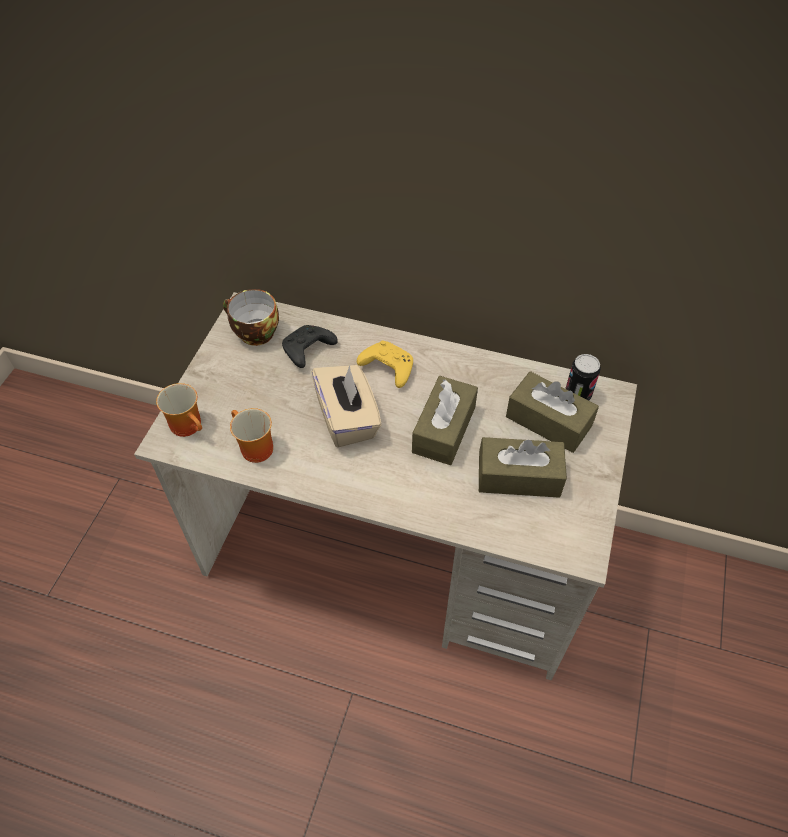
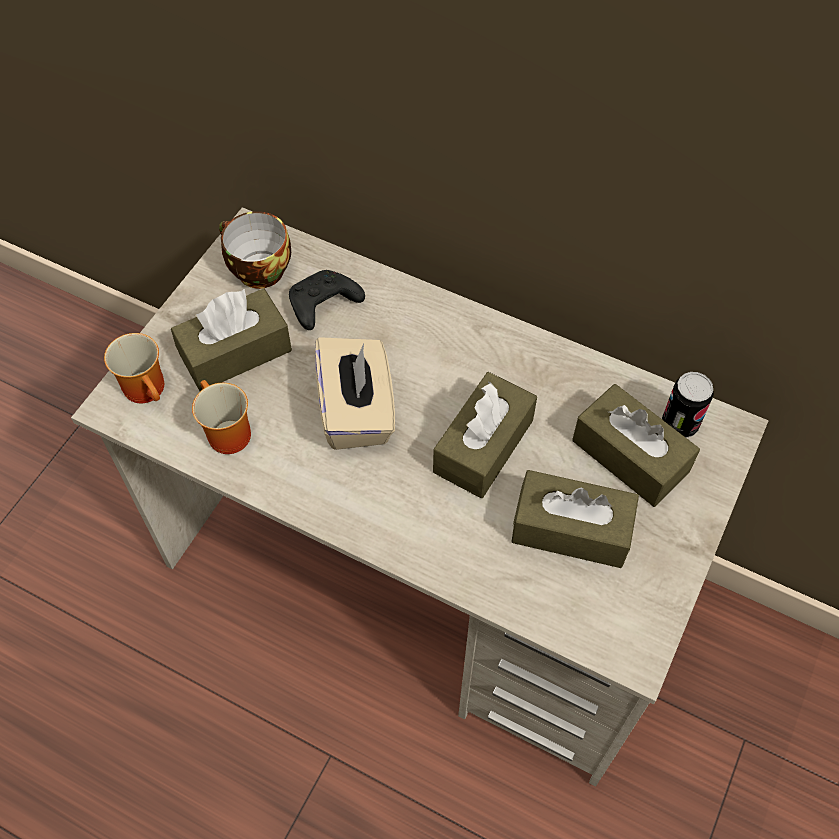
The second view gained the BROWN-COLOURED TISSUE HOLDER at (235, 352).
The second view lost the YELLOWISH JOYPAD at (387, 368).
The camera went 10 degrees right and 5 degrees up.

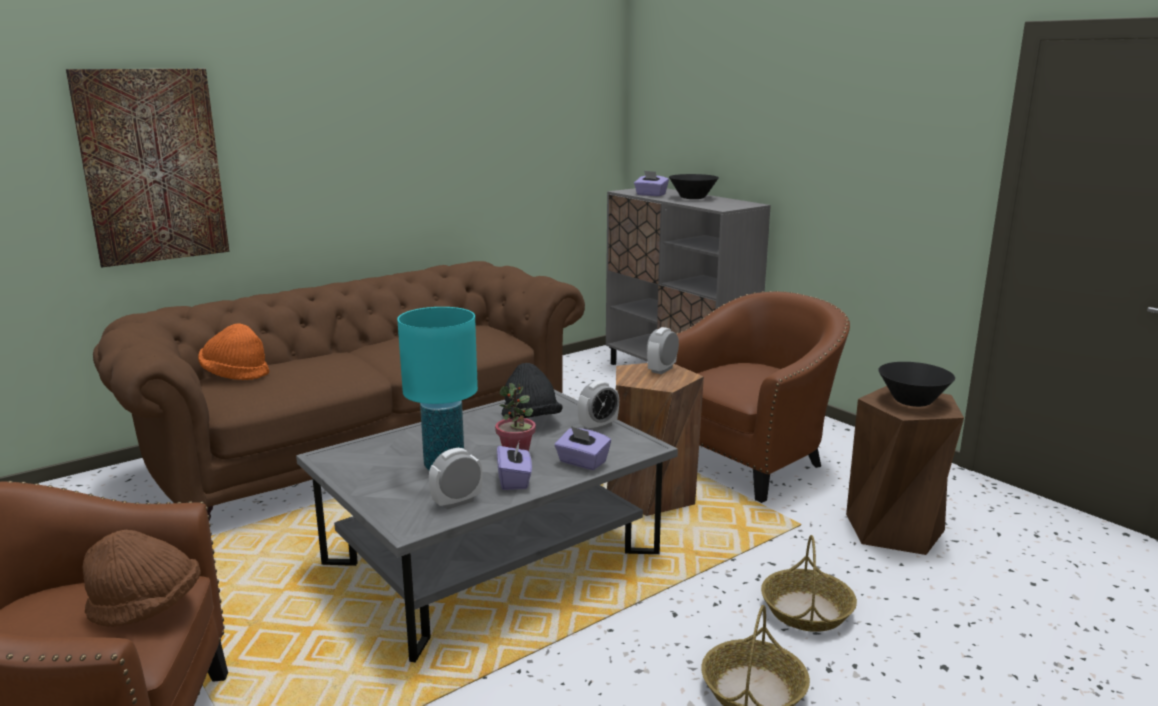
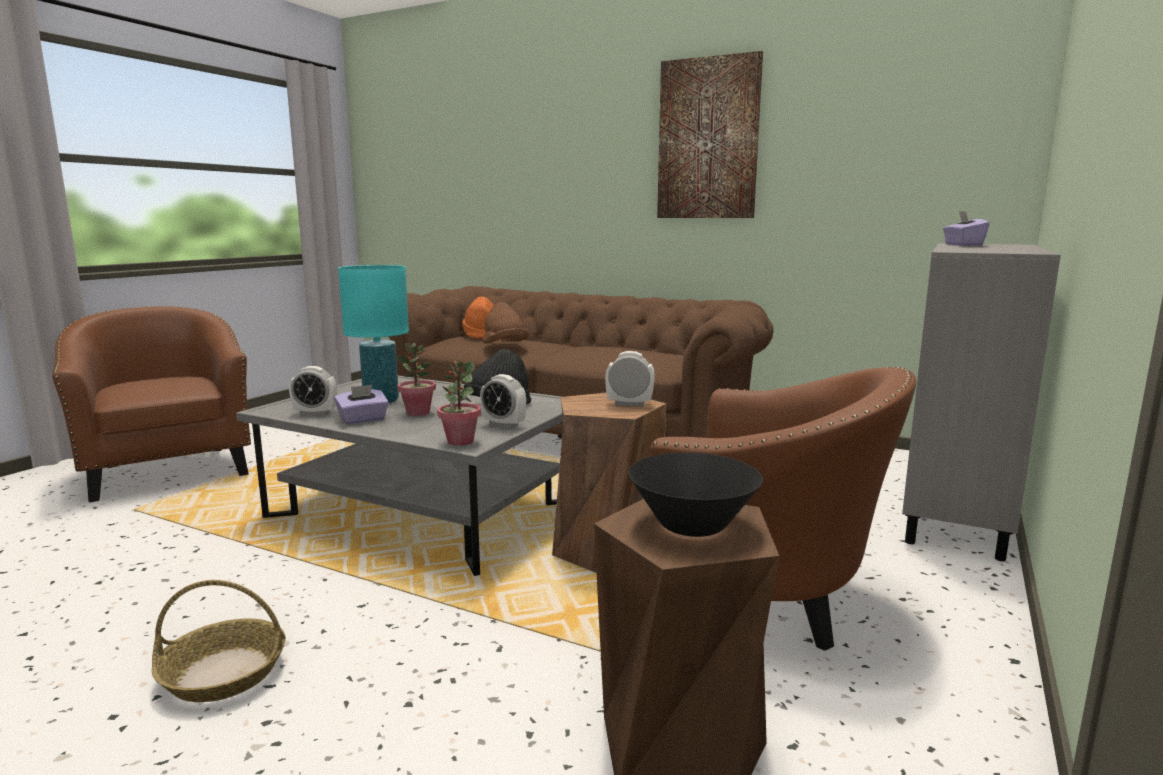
The ALARM CLOCK at (457, 502) ended up facing another way, 150 degrees clockwise from before.
The second view gained the HOUSEPLANT at (460, 441).
The BROWN-COLOURED CLOTHING HAT ended up elsewhere, having gone from (147, 609) to (504, 346).
The WALL PICTURE ended up elsewhere, having gone from (152, 166) to (708, 139).
The second view lost the PURPLE TISSUE HOLDER at (582, 462).
The second view lost the BLACKISH SERVING BOWL at (692, 198).
The second view lost the STORAGE BASKET at (807, 611).
The camera went 65 degrees right and 5 degrees down.

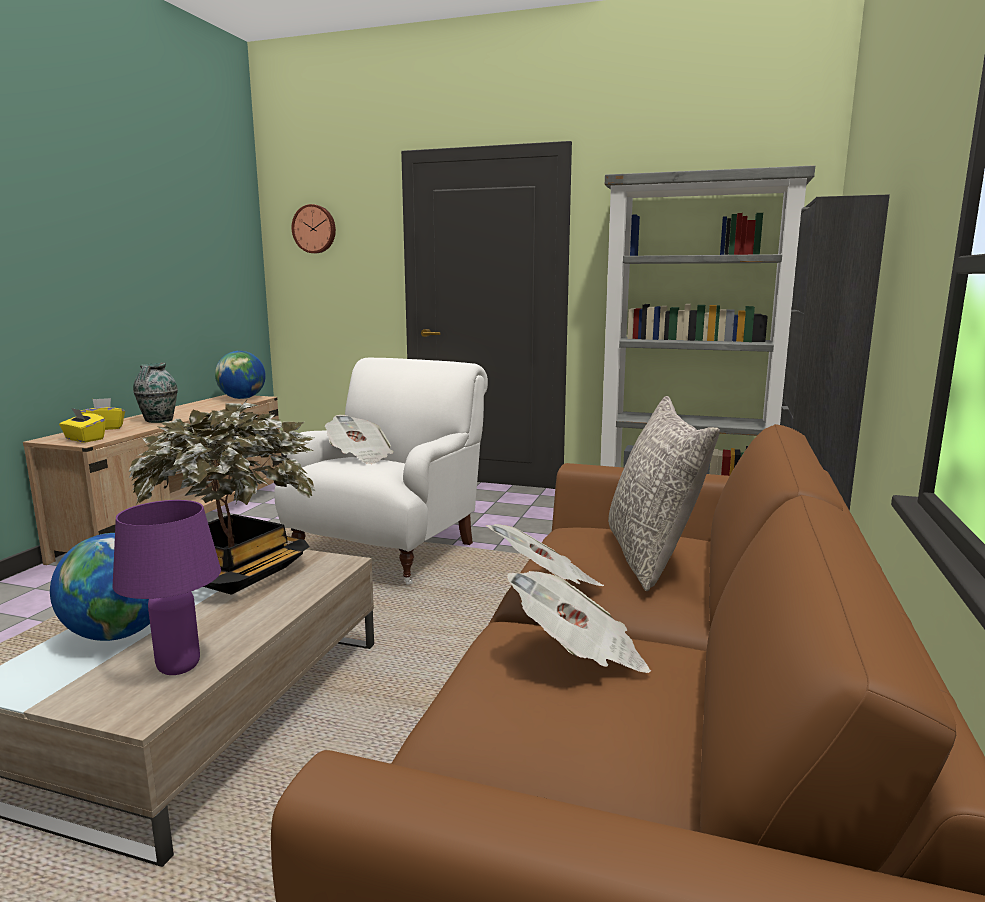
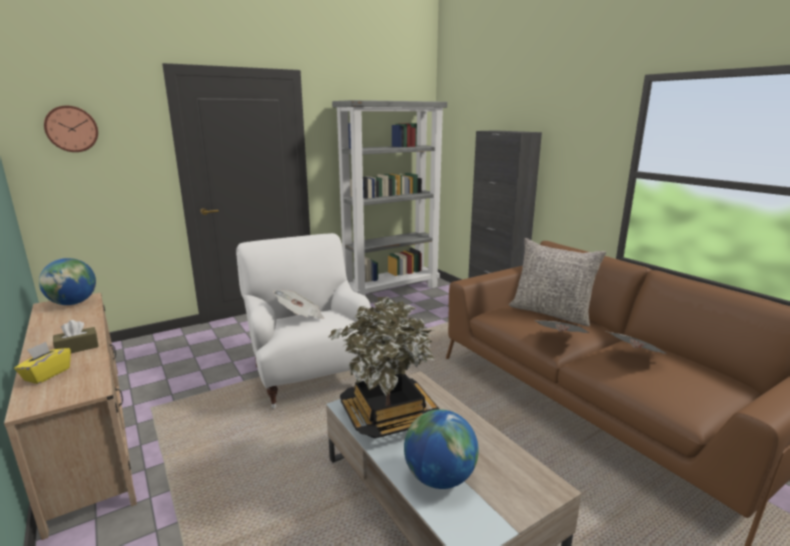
Where the FLOWER VASE stood at (158, 421), the BROWN-COLOURED TISSUE HOLDER came to stand at (77, 348).
The second view lost the YELLOWISH TISSUE HOLDER at (84, 439).
The second view lost the PURPLE LAMP FOR A TABLE at (179, 666).
The camera went 50 degrees left and 5 degrees up.

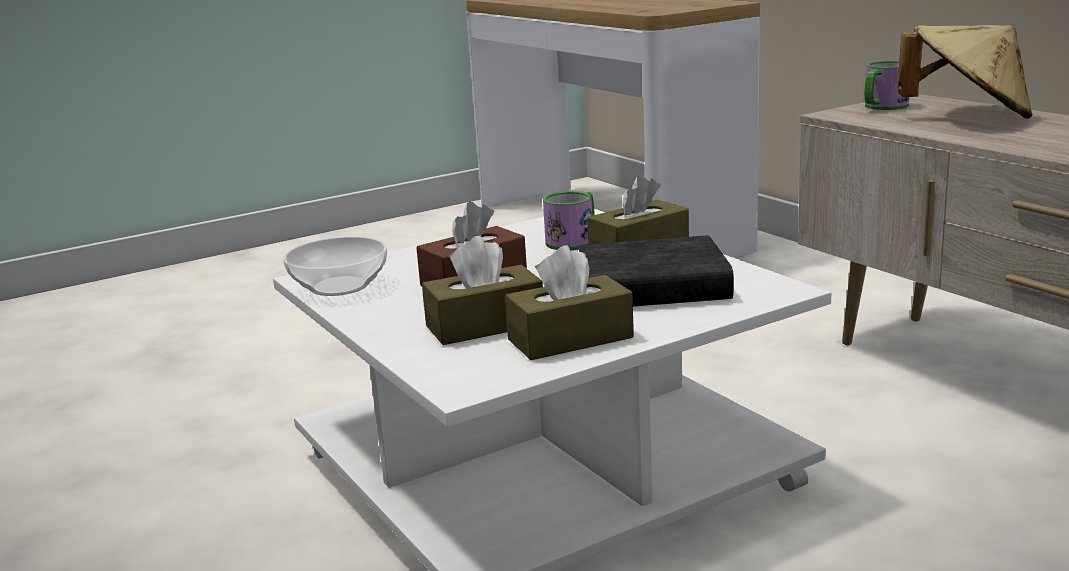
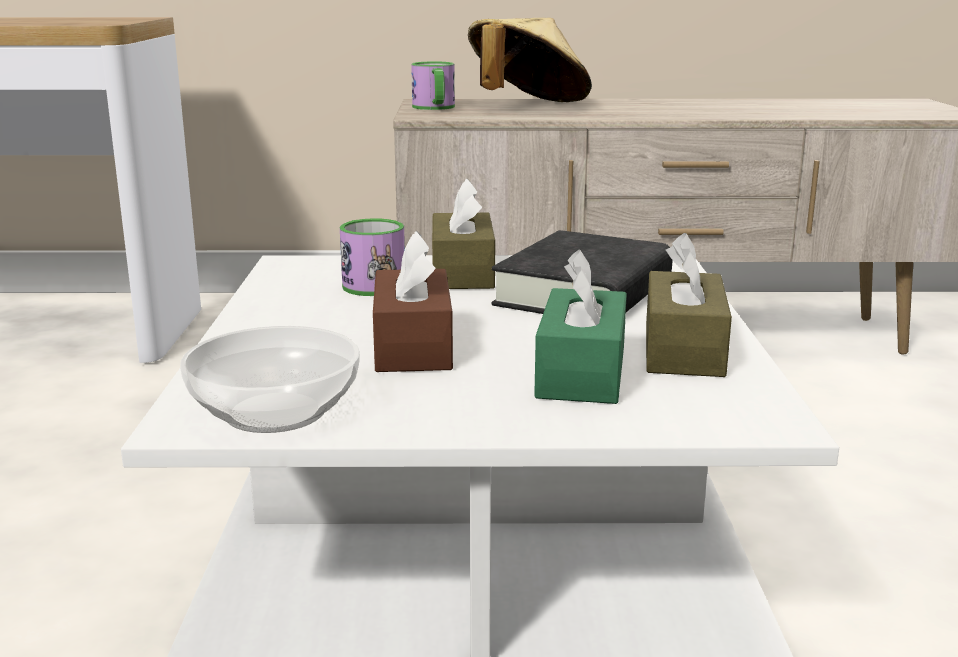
What was the BROWN-COLOURED TISSUE HOLDER at (485, 325) turned into the GREEN TISSUE HOLDER at (581, 372).
The camera went 60 degrees left and 0 degrees up.

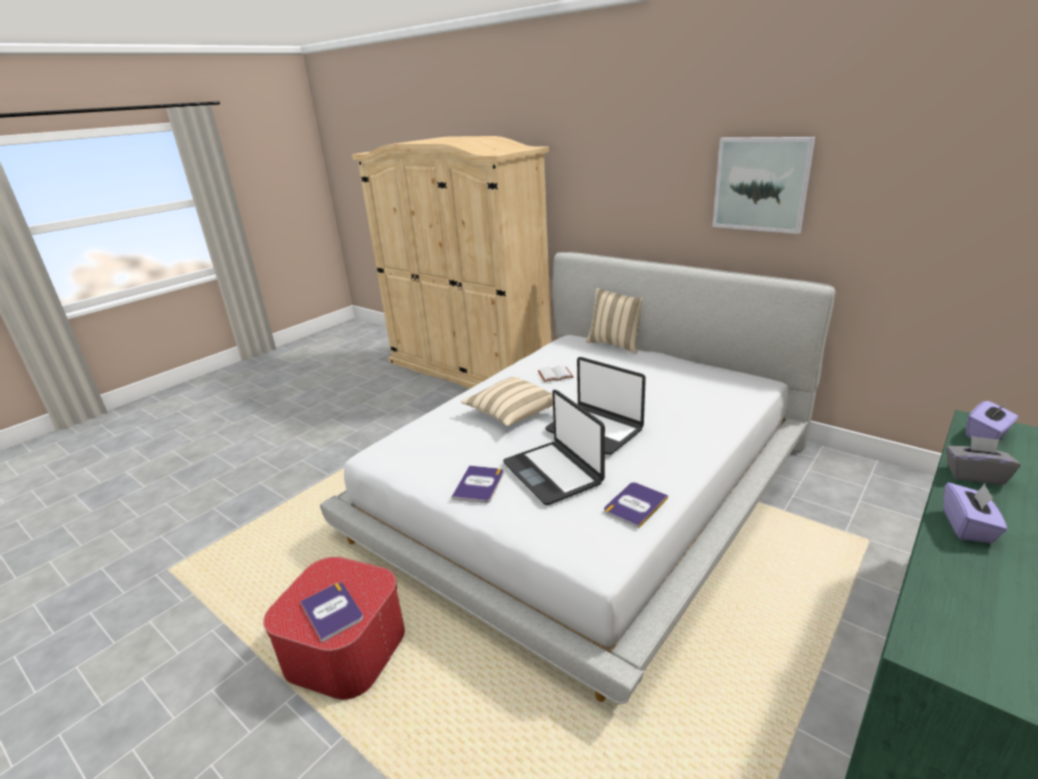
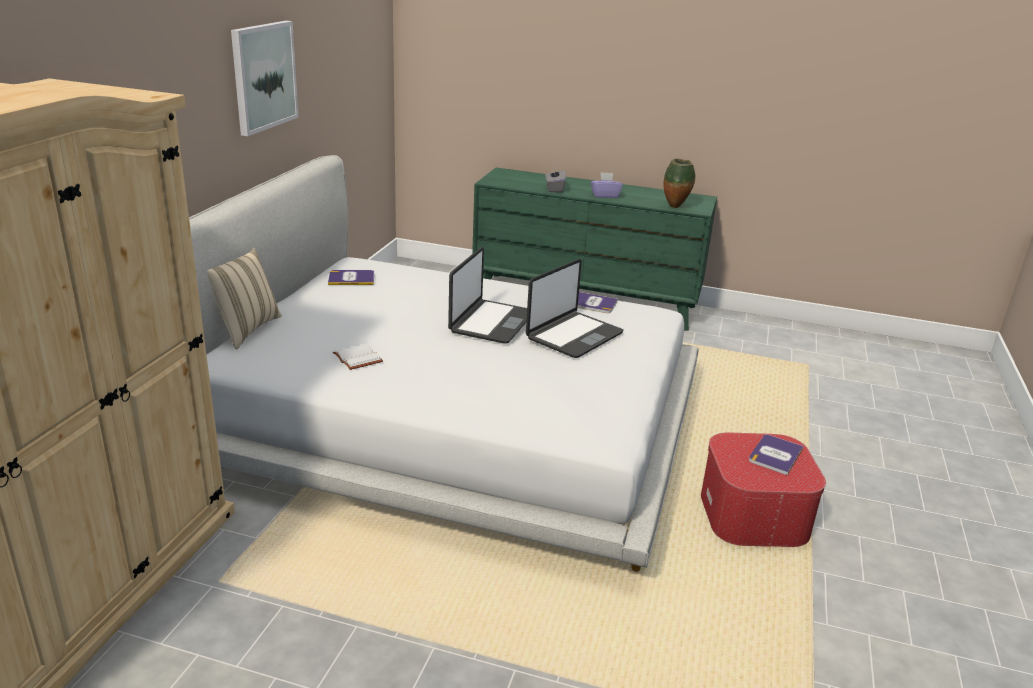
The VOLUME ended up elsewhere, having gone from (479, 485) to (351, 278).
The second view gained the FLOWER VASE at (675, 207).
The second view lost the BEIGE THROW PILLOW at (511, 413).
The second view lost the PURPLE TISSUE HOLDER at (987, 435).
The camera went 115 degrees left and 0 degrees up.

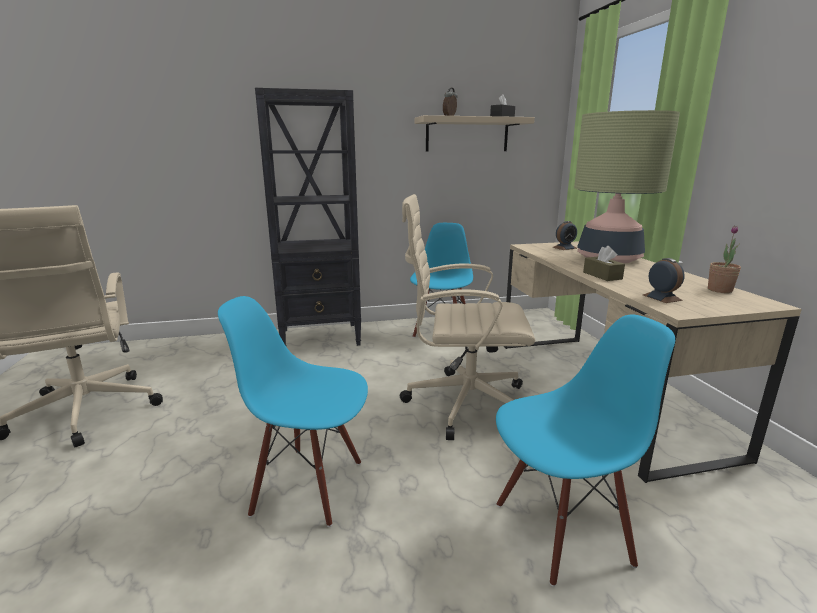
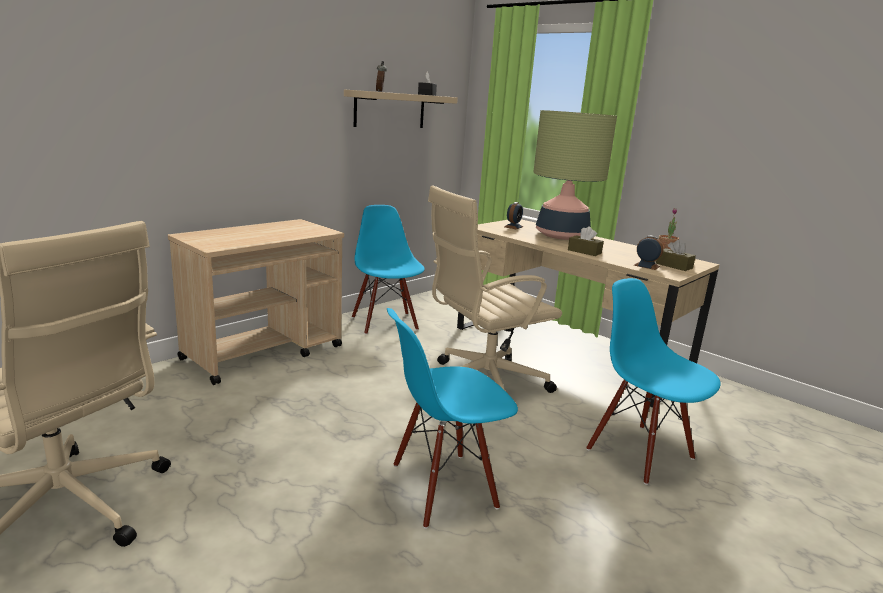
Where the BLACKISH BOOKCASE stood at (321, 337), the BEIGE WHEELED CART came to stand at (264, 352).
The BLUISH CHAIR at (561, 530) ended up facing another way, 75 degrees counterclockwise from before.
The second view gained the BROWN-COLOURED TISSUE HOLDER at (674, 266).
The camera went 35 degrees left and 0 degrees up.

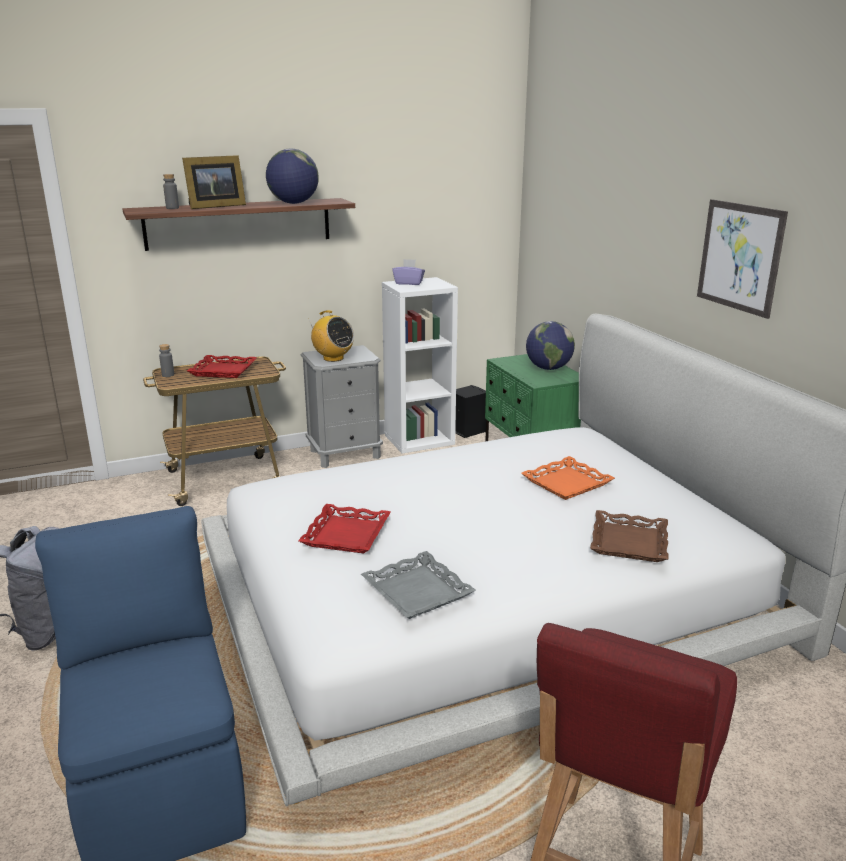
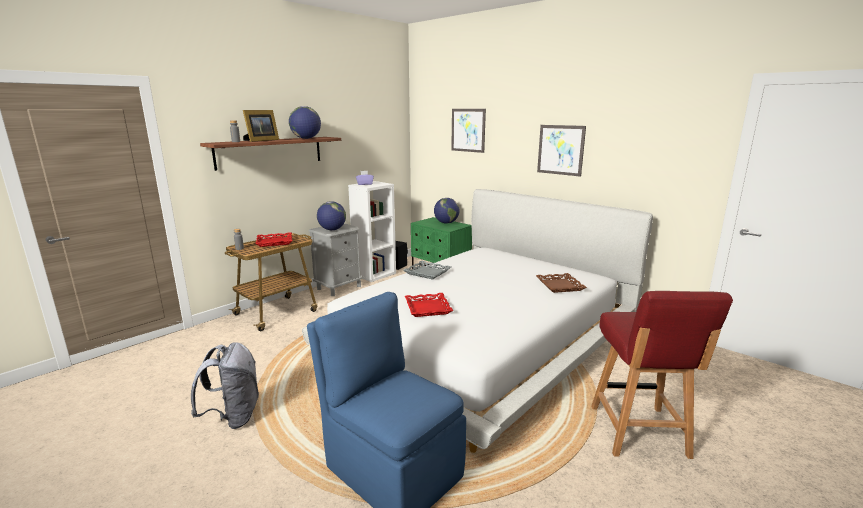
Where the RADIO SET stood at (333, 358), the WORLD GLOBE came to stand at (332, 229).
The GREYISH TRAY ended up elsewhere, having gone from (418, 591) to (427, 272).
The second view gained the WALL PICTURE at (468, 130).
The second view lost the ORANGE-COLOURED TRAY at (567, 484).
The camera went 25 degrees left and 5 degrees down.

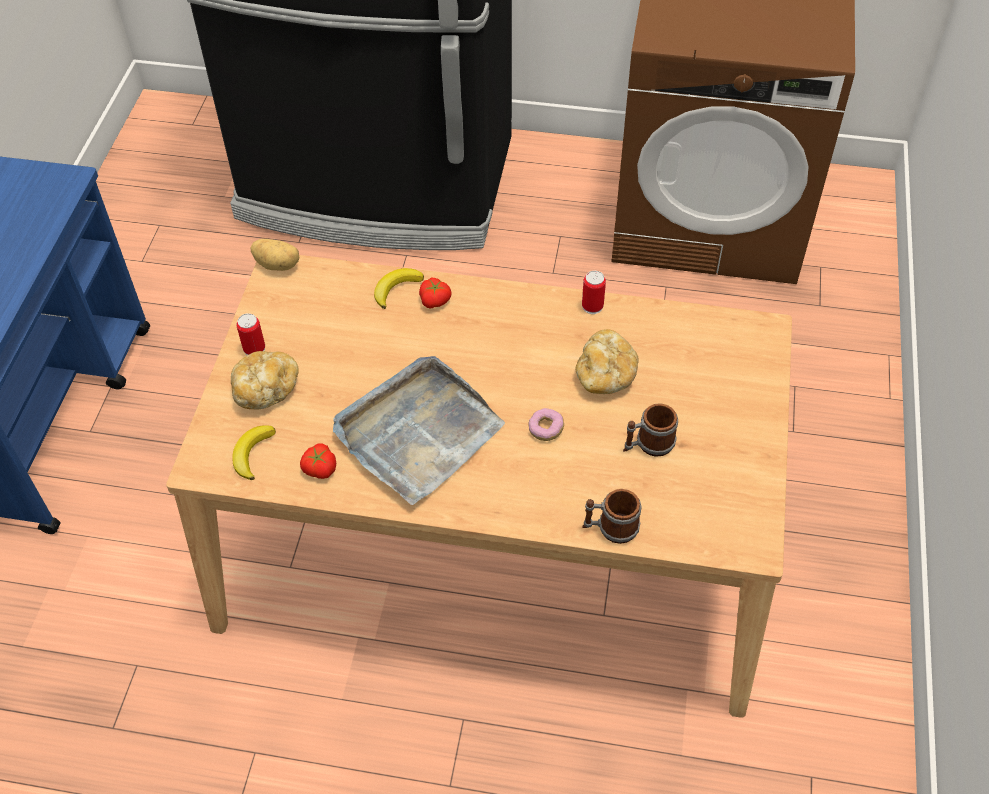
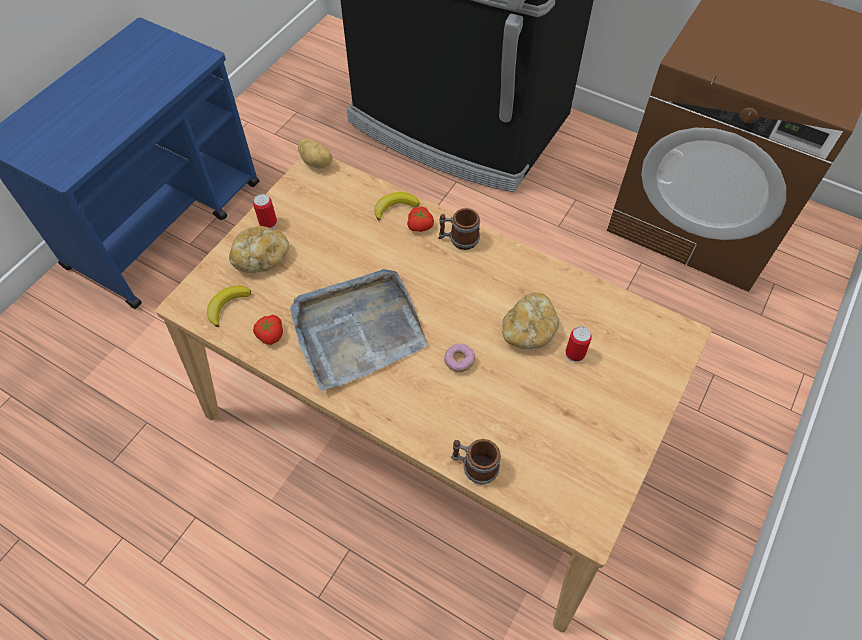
The TEA MUG ended up elsewhere, having gone from (648, 445) to (458, 239).
The CAN ended up elsewhere, having gone from (592, 306) to (575, 354).
The camera went 20 degrees right and 5 degrees up.

